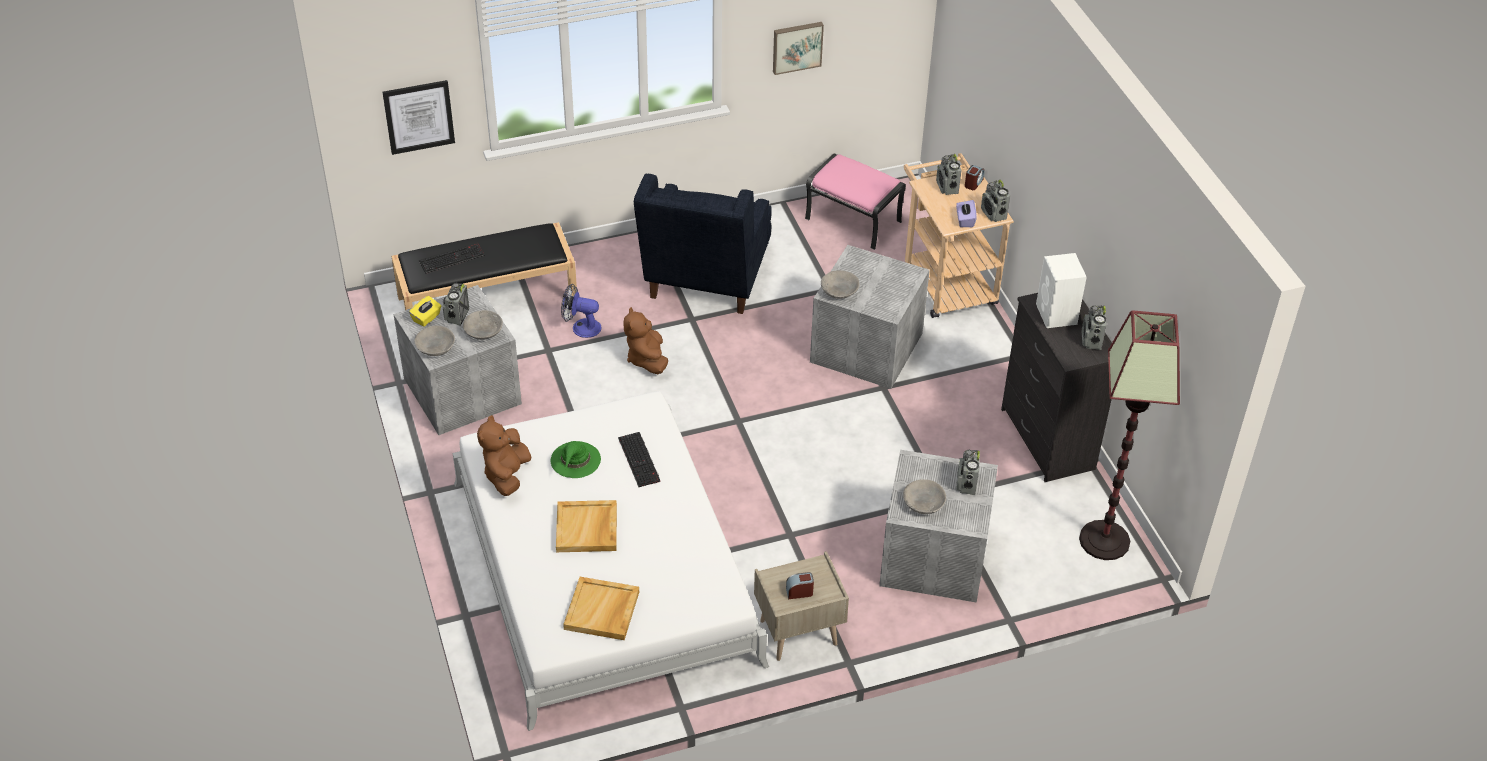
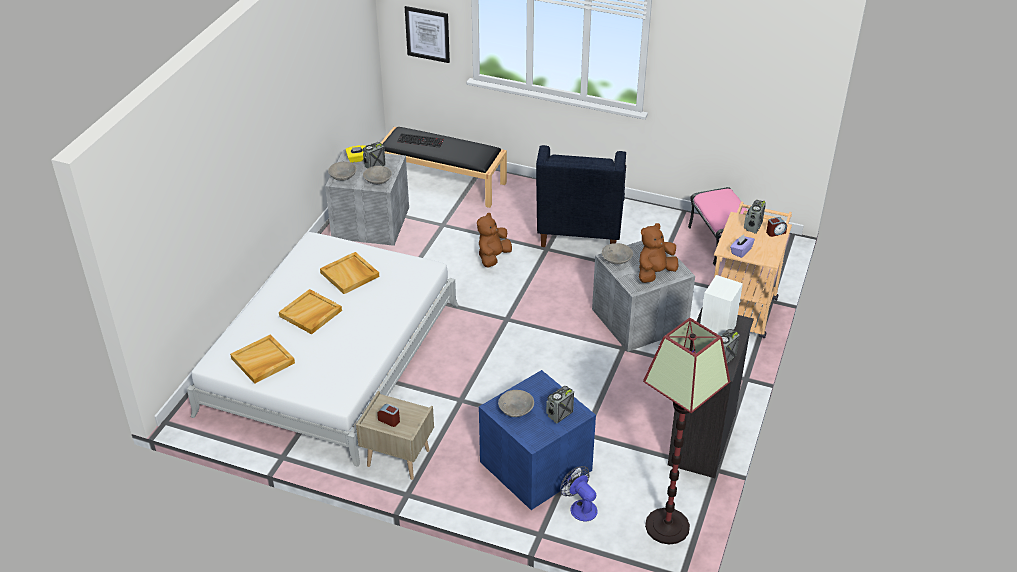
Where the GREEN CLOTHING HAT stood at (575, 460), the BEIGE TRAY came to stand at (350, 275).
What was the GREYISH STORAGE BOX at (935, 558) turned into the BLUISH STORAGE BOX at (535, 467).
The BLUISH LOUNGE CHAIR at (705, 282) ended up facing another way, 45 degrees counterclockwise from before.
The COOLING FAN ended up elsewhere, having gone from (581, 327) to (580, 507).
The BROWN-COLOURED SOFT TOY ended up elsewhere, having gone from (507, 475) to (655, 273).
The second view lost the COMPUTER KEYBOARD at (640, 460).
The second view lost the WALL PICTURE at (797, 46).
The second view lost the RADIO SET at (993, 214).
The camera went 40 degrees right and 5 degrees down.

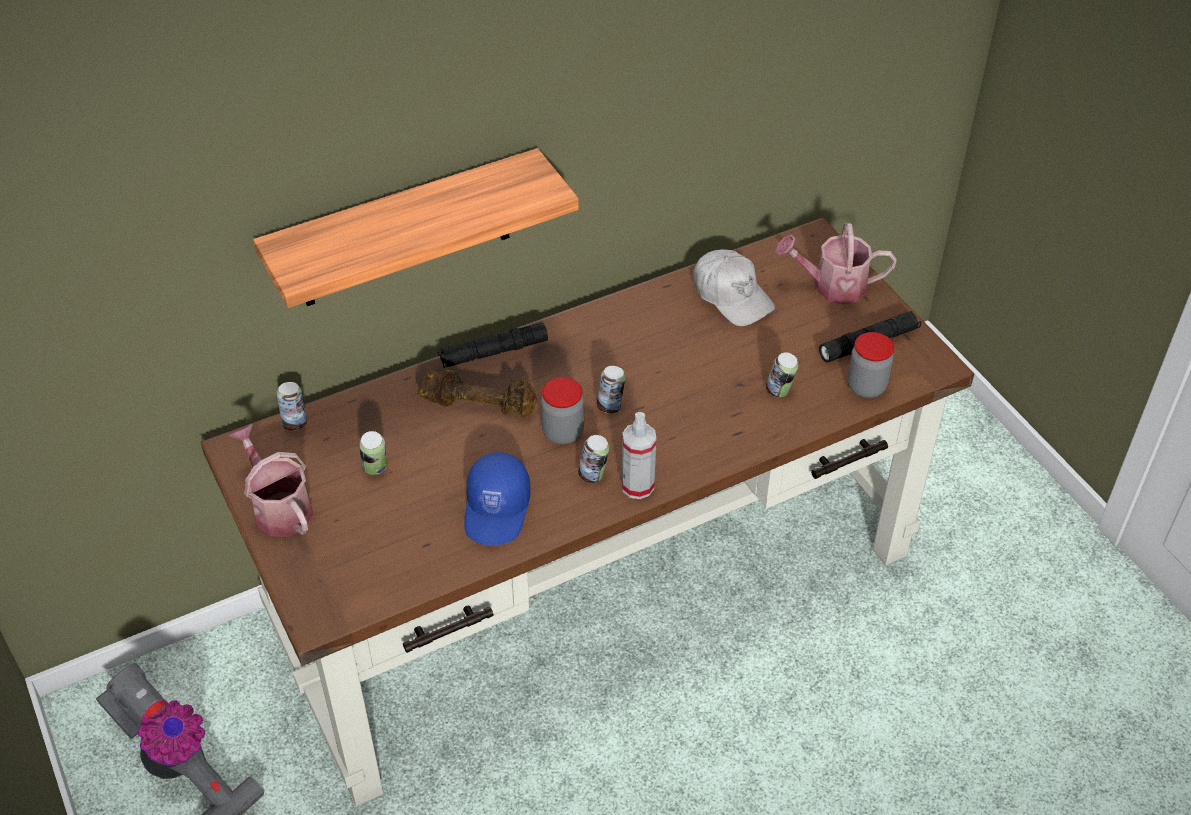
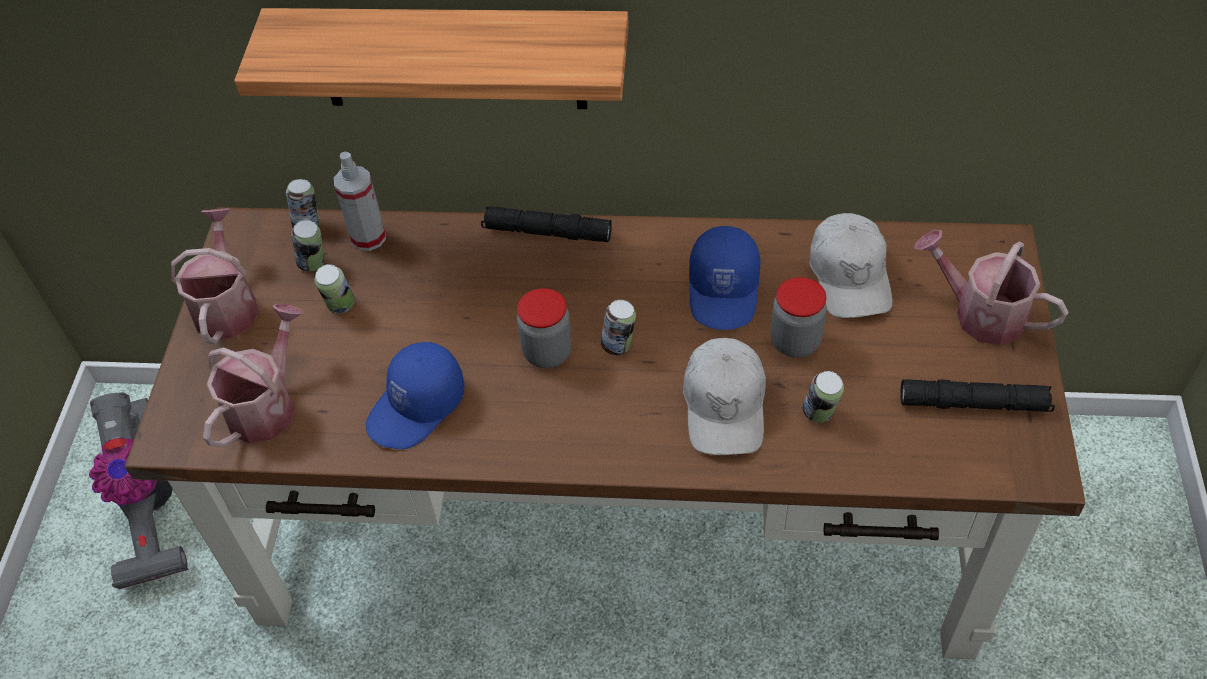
The second view gained the WATERING CAN at (266, 405).
The CAN ended up elsewhere, having gone from (593, 475) to (314, 264).
The SPRAYER ended up elsewhere, having gone from (637, 486) to (368, 237).
The second view gained the WHITE PEAKED CAP at (725, 405).
The second view gained the BLUISH PEAKED CAP at (725, 291).
The PRESERVE JAR ended up elsewhere, having gone from (866, 386) to (795, 342).
The second view lost the BROWN-COLOURED FREE WEIGHT at (479, 405).
The camera went 35 degrees right and 5 degrees up.

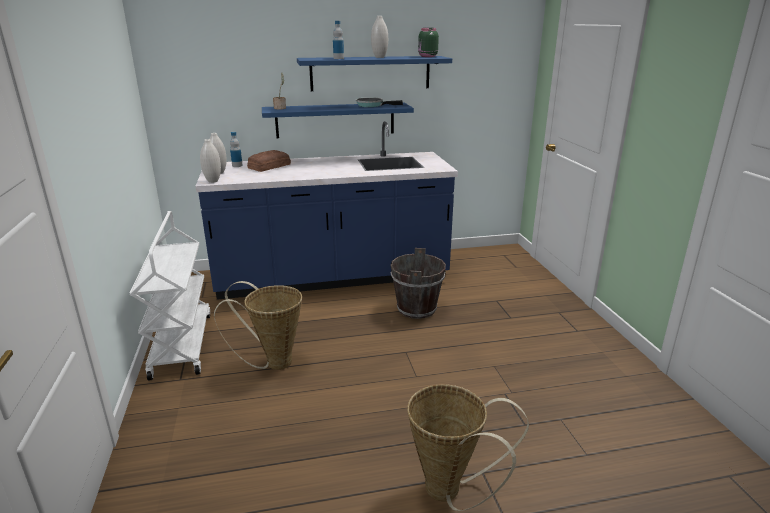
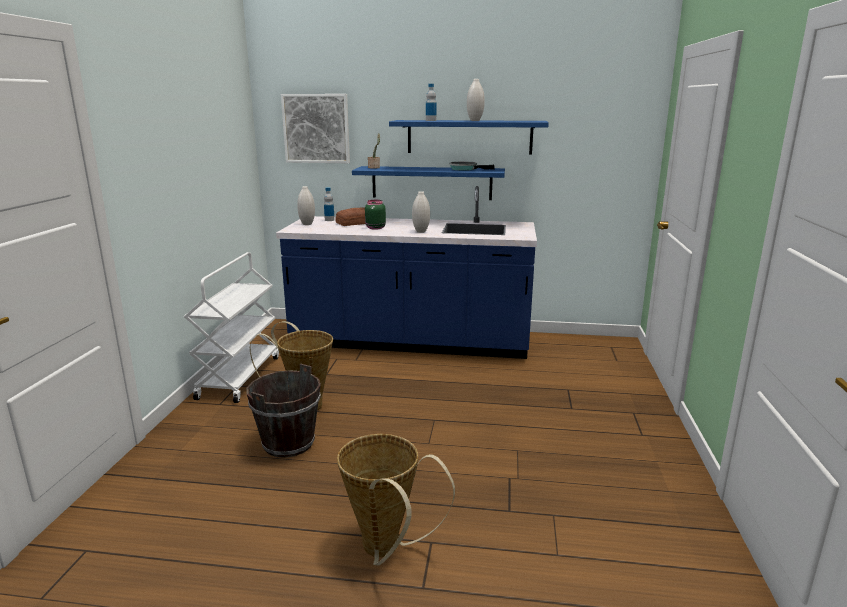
The BROWN-COLOURED PAIL ended up elsewhere, having gone from (417, 309) to (288, 444).
The second view gained the WALL PICTURE at (316, 128).
The GREEN PRESERVE JAR ended up elsewhere, having gone from (427, 56) to (375, 228).
The WHITE FLOWER VASE ended up elsewhere, having gone from (213, 181) to (421, 231).
The camera went 20 degrees right and 5 degrees down.

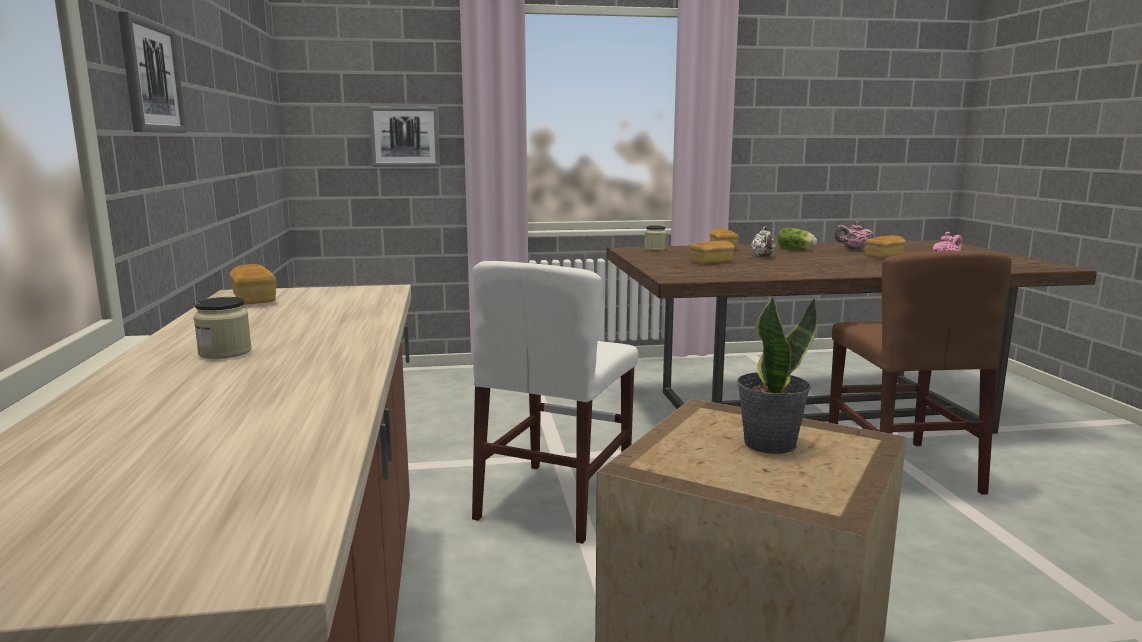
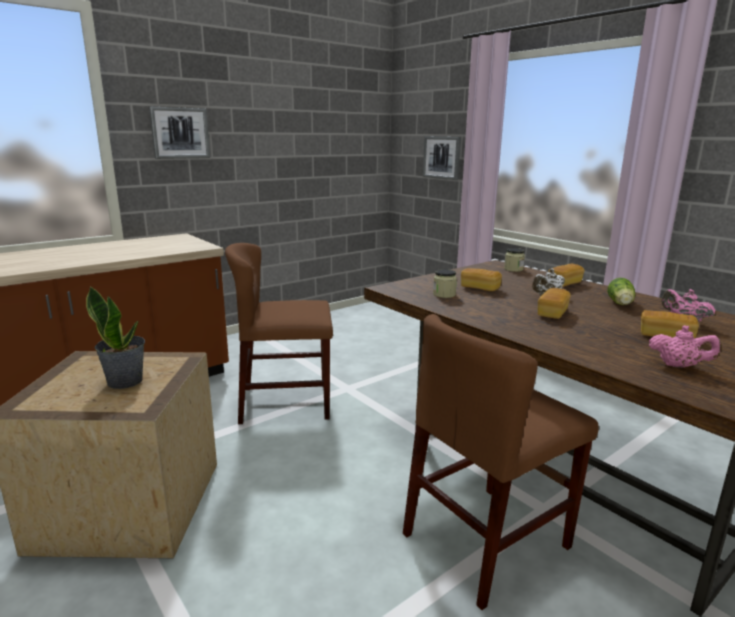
What was the WHITE CHAIR at (555, 500) turned into the BROWN-COLOURED CHAIR at (285, 403).
The PRESERVE JAR ended up elsewhere, having gone from (225, 352) to (444, 294).
The BAKED BREAD ended up elsewhere, having gone from (254, 300) to (552, 313).
The camera went 60 degrees right and 5 degrees up.

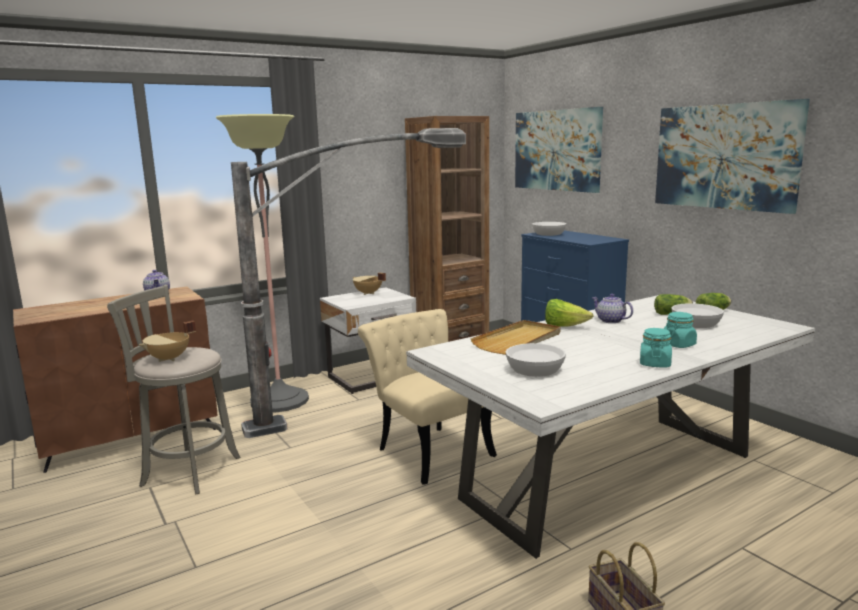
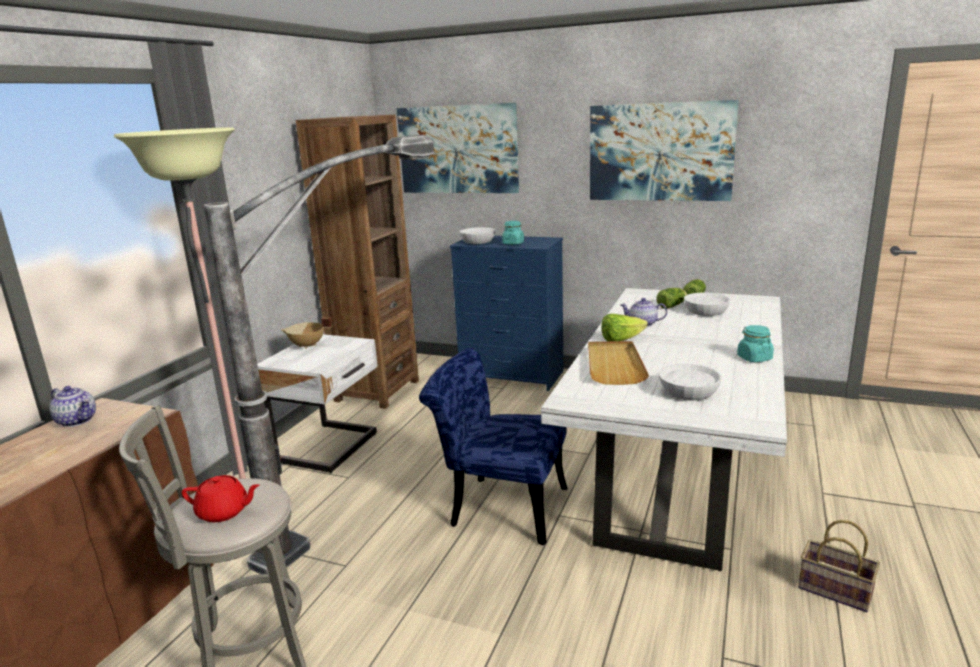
Where the BEIGE STOCKPOT stood at (169, 359), the RED TEAPOT came to stand at (224, 512).
What was the BEIGE CHAIR at (428, 450) turned into the BLUISH CHAIR at (499, 506).
The TURQUOISE PRESERVE JAR ended up elsewhere, having gone from (678, 344) to (513, 243).
The camera went 35 degrees left and 5 degrees up.

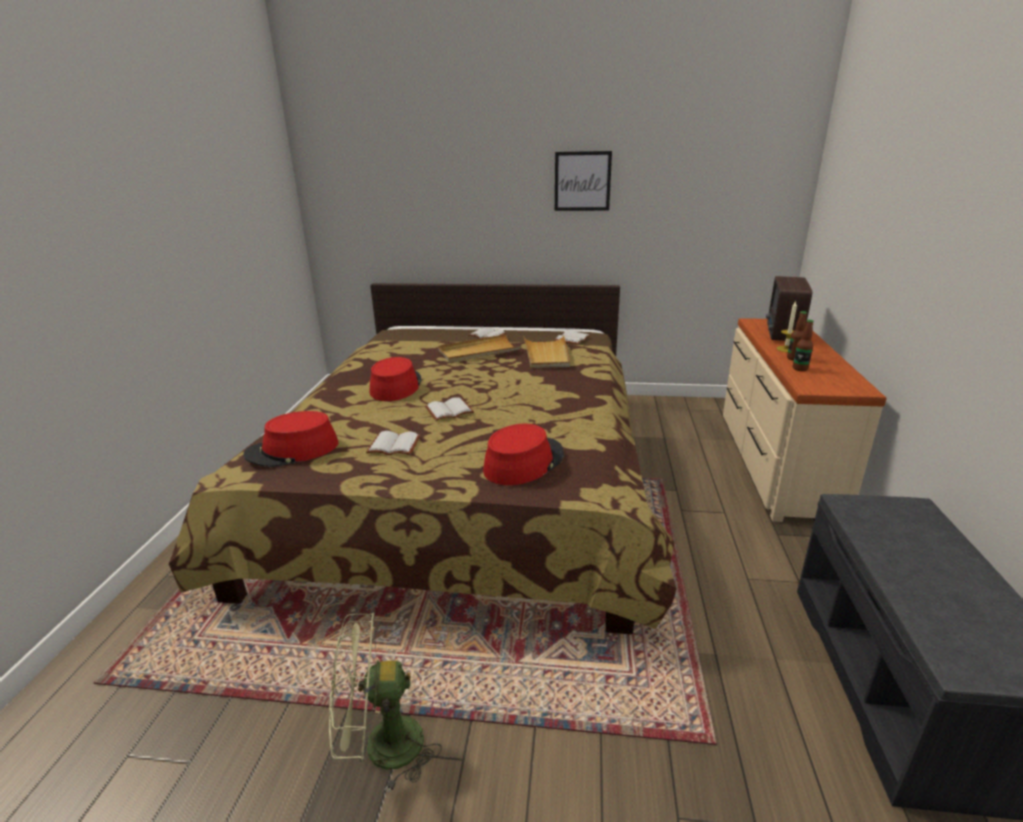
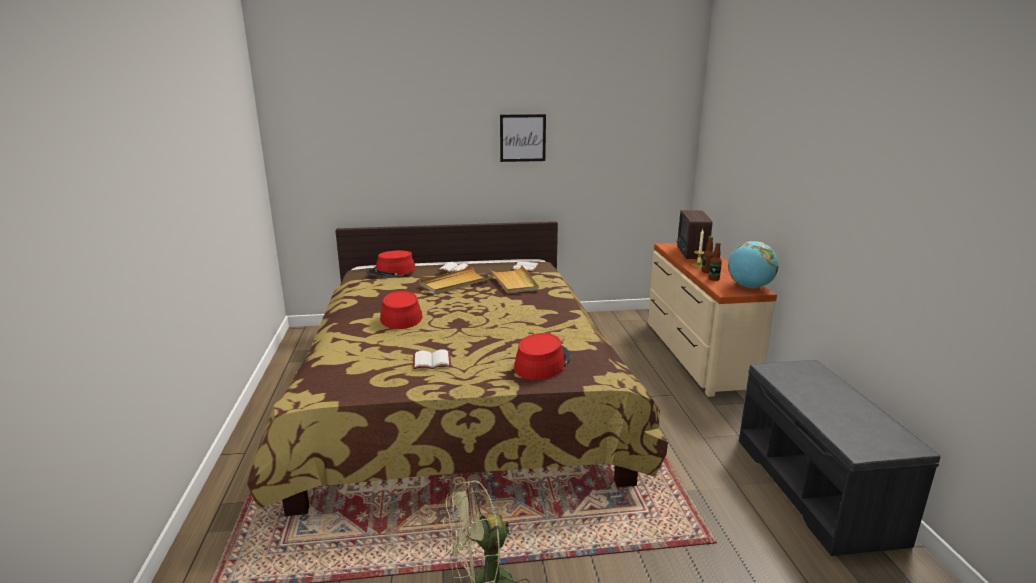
The RED CLOTHING HAT ended up elsewhere, having gone from (292, 450) to (391, 271).
The second view gained the WORLD GLOBE at (749, 287).
The second view lost the WHITE VOLUME at (449, 410).
The camera went 15 degrees left and 5 degrees down.

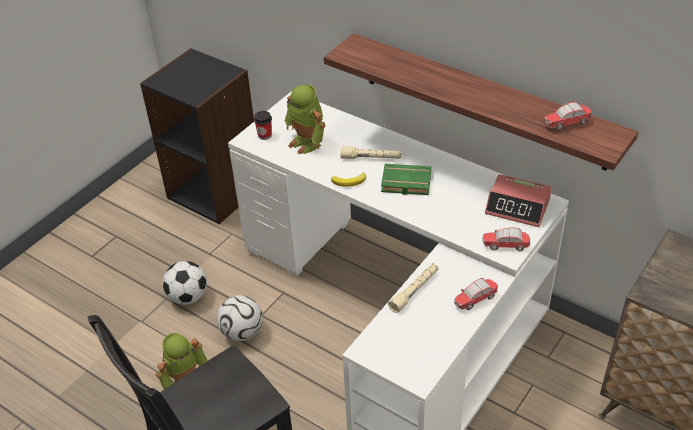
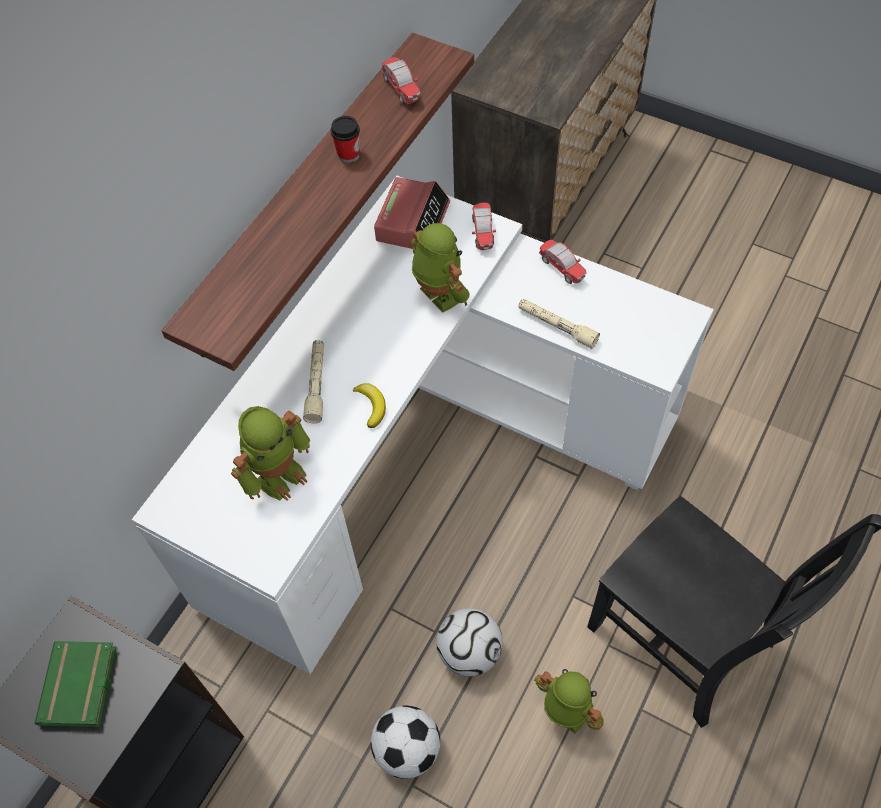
The GREEN VOLUME ended up elsewhere, having gone from (405, 183) to (81, 688).
The CUP ended up elsewhere, having gone from (265, 135) to (348, 155).
The second view gained the TOY ROBOT at (438, 295).
The camera went 95 degrees left and 15 degrees up.

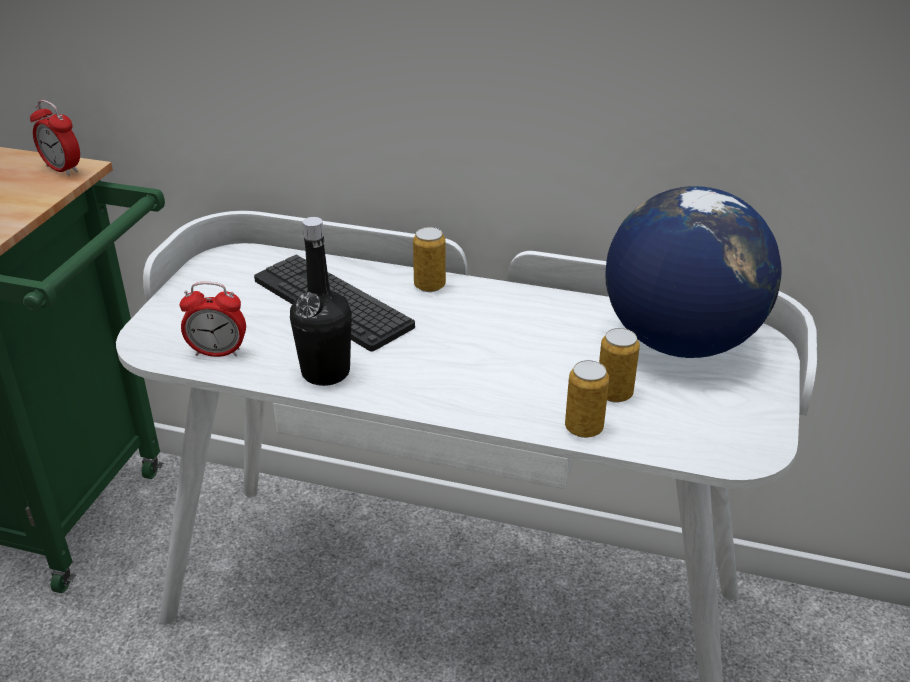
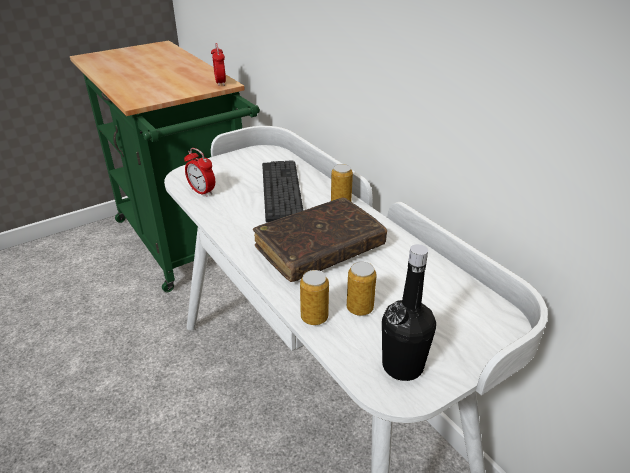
The second view gained the BROWN-COLOURED VOLUME at (319, 249).
The BLACKISH BOTTLE ended up elsewhere, having gone from (325, 372) to (402, 366).
The second view lost the WORLD GLOBE at (679, 341).
The camera went 40 degrees right and 0 degrees up.

